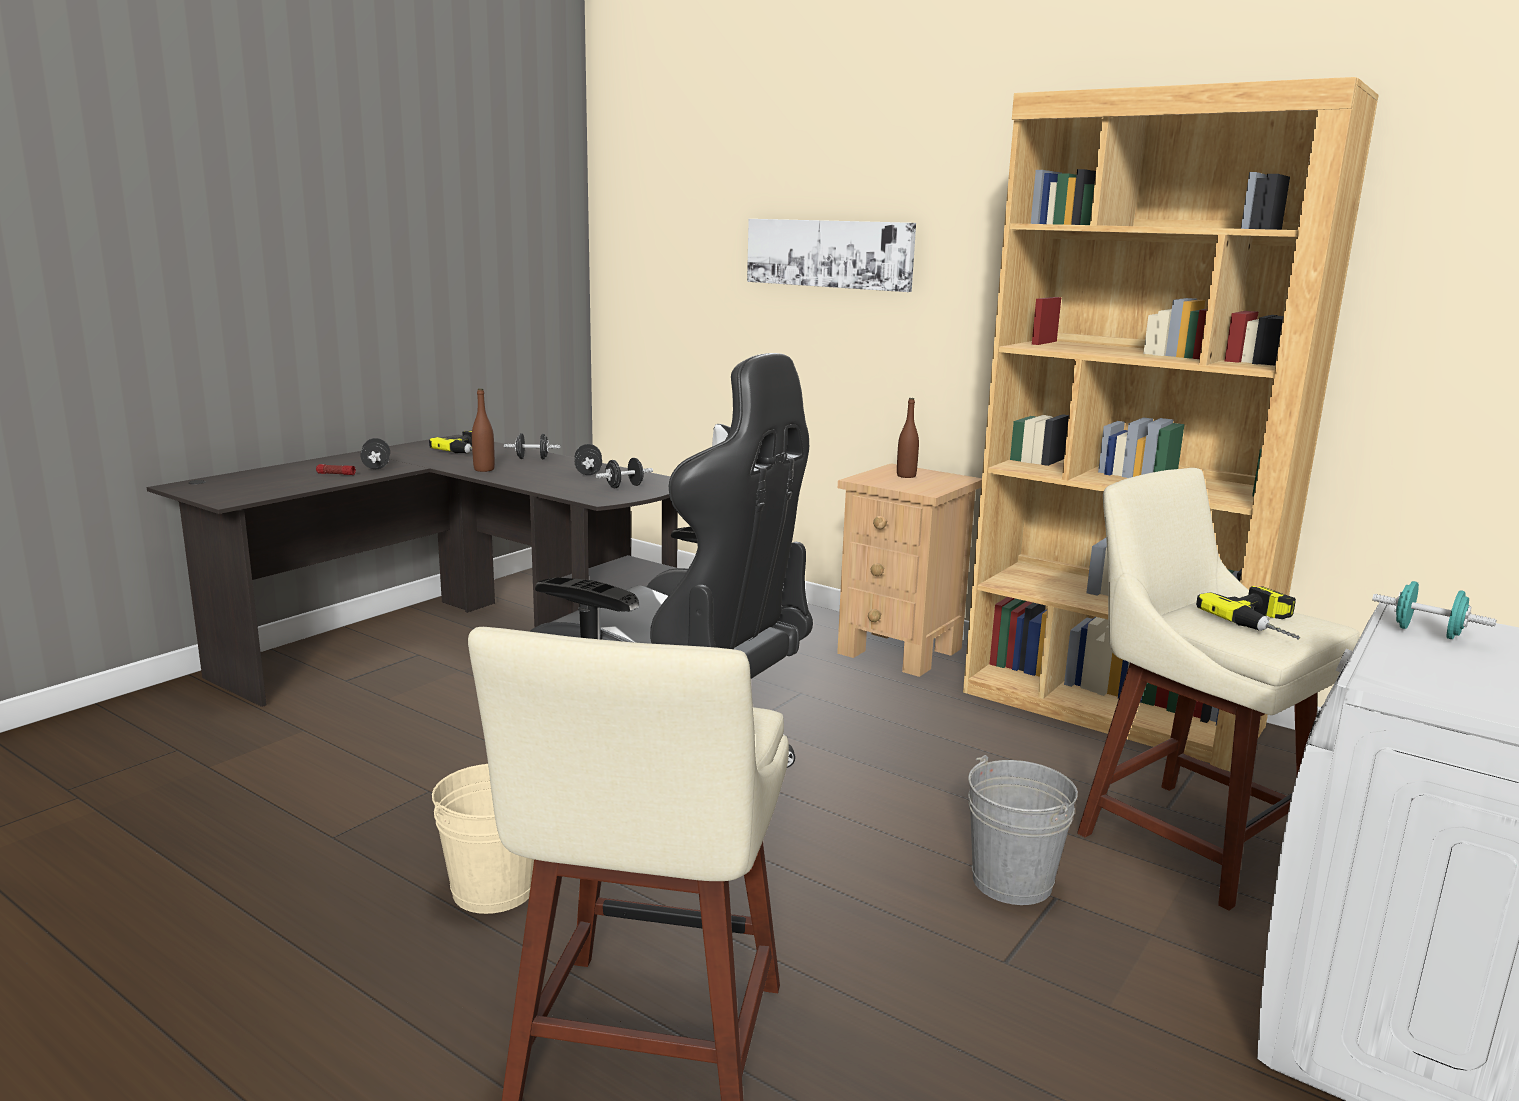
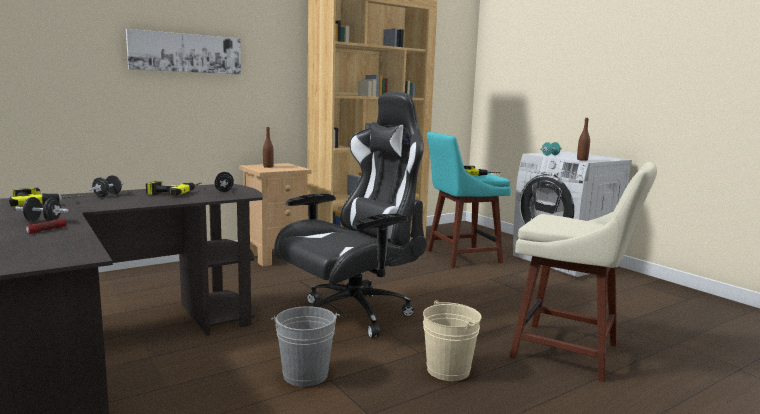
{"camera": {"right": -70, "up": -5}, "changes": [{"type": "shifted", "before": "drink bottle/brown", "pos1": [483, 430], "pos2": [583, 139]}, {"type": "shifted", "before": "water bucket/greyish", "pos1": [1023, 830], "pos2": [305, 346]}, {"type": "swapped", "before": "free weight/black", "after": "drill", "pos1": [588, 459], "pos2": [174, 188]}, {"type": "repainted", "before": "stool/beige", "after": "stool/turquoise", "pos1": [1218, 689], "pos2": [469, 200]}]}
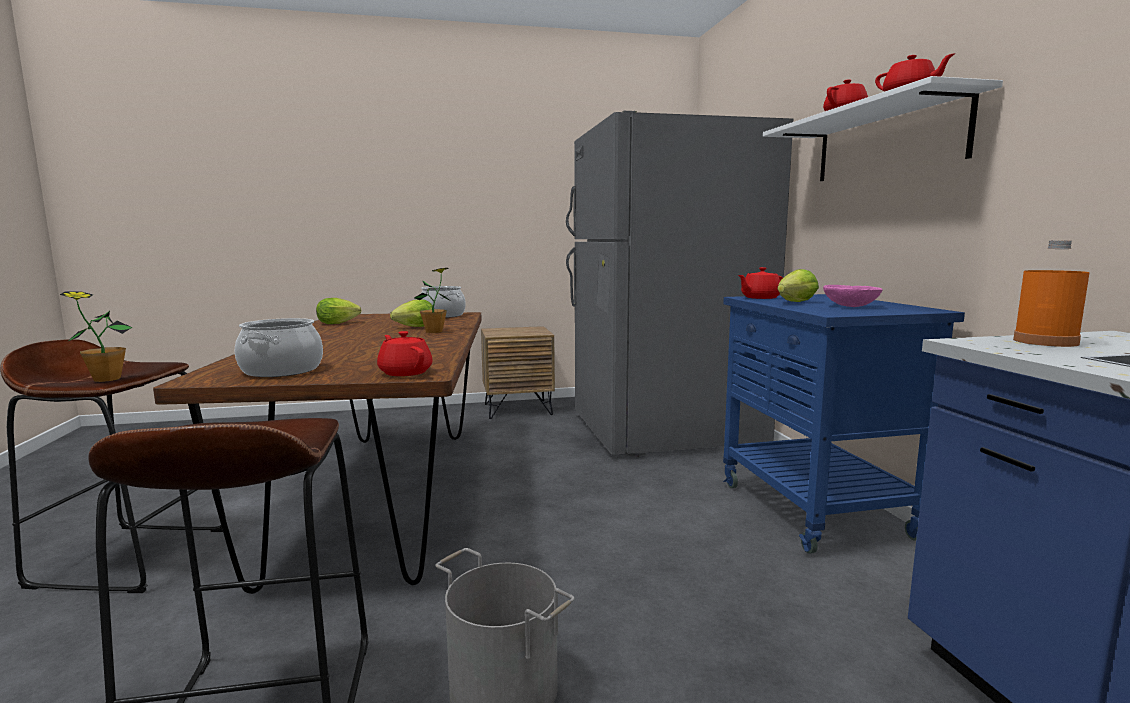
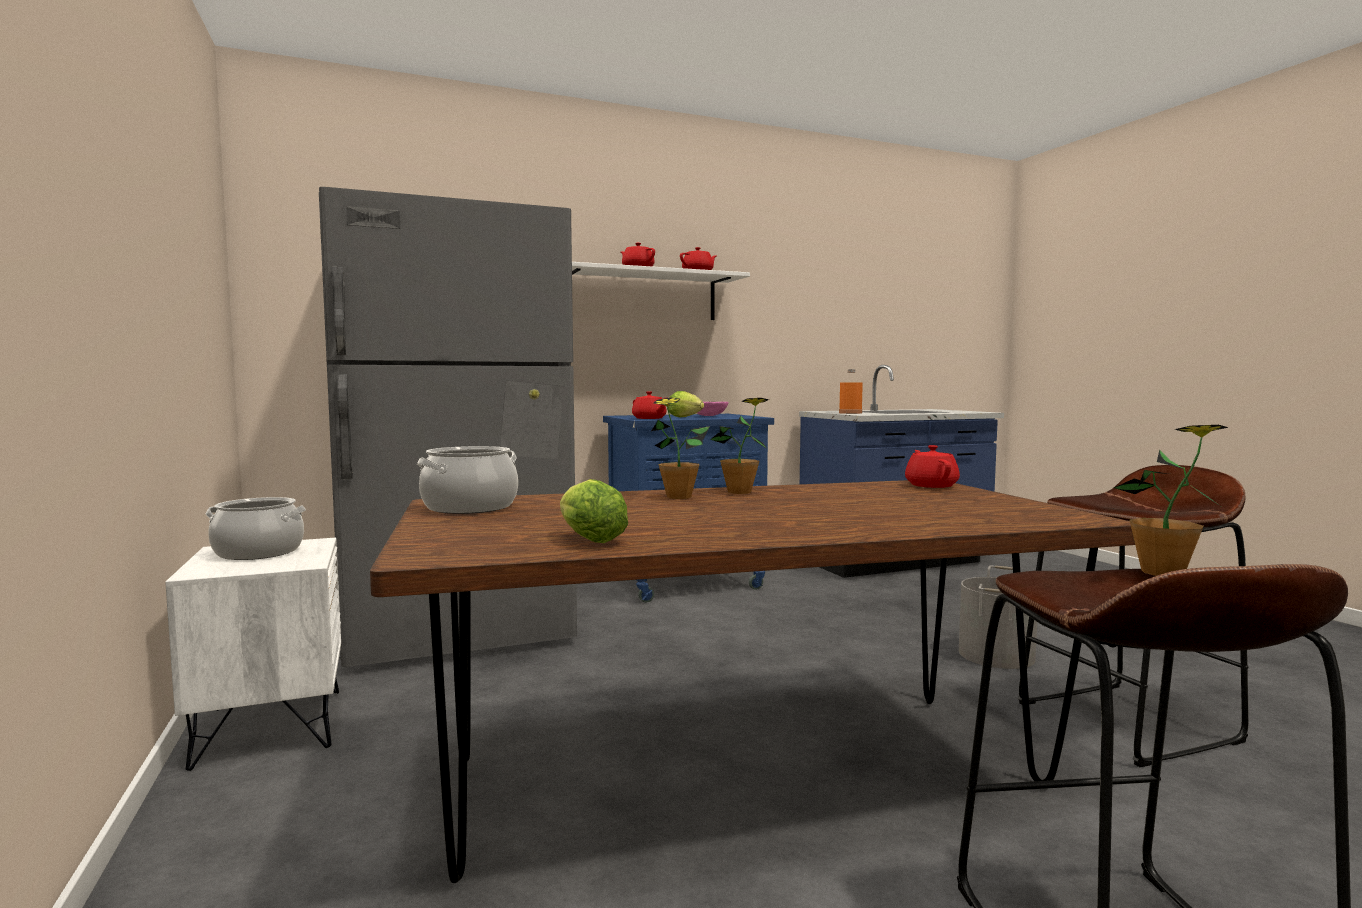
{"camera": {"right": -100, "up": -5}, "changes": [{"type": "gone", "before": "head of lettuce", "pos1": [411, 313]}, {"type": "new", "after": "potted plant", "pos2": [739, 446]}, {"type": "shifted", "before": "saucepot", "pos1": [279, 347], "pos2": [255, 528]}, {"type": "repainted", "before": "bedside table/brown", "after": "bedside table/white", "pos1": [518, 372], "pos2": [253, 654]}, {"type": "rotated", "before": "teapot/red-coloured", "pos1": [405, 353], "pos2": [932, 466], "turn": 135}]}
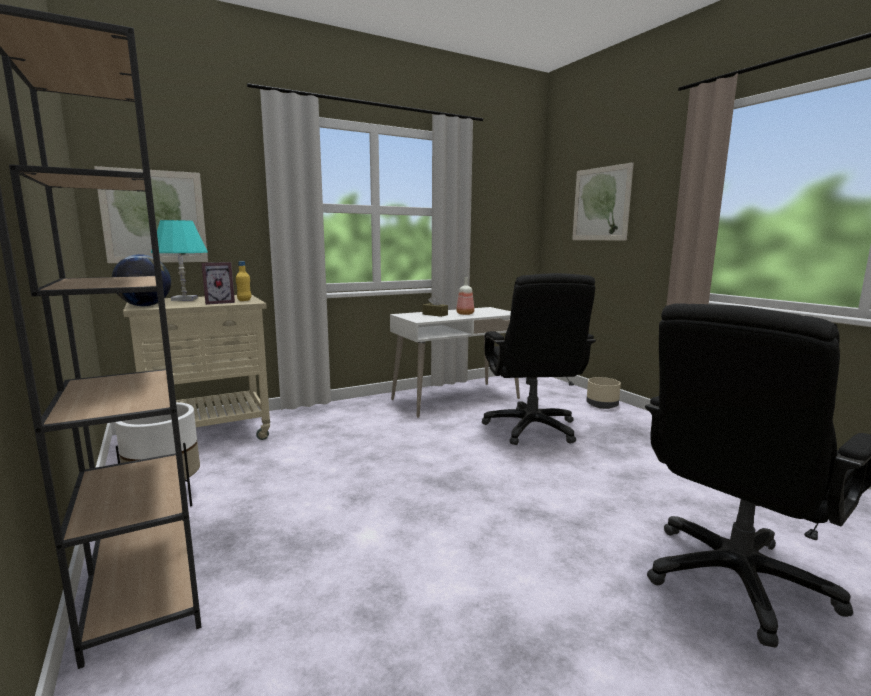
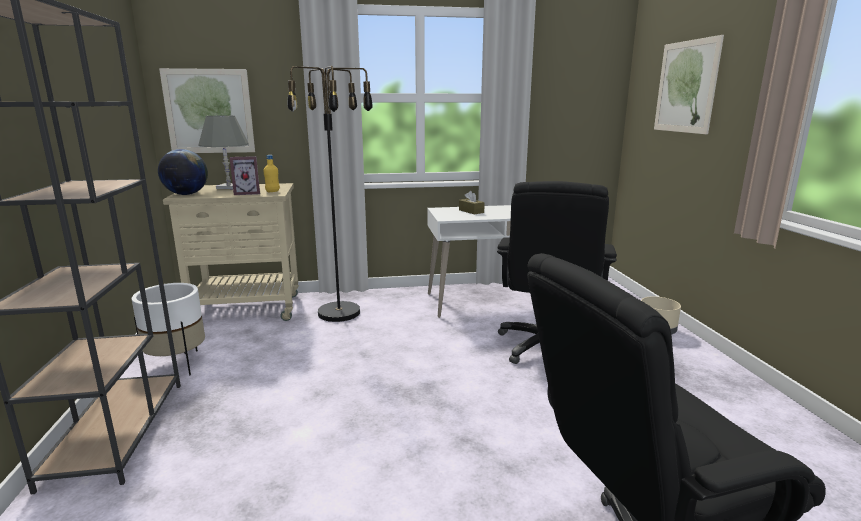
{"camera": {"right": 20, "up": 5}, "changes": [{"type": "gone", "before": "drink bottle", "pos1": [465, 296]}, {"type": "new", "after": "standing lamp", "pos2": [330, 194]}, {"type": "repainted", "before": "tabletop lamp/turquoise", "after": "tabletop lamp/greyish", "pos1": [179, 260], "pos2": [223, 152]}]}
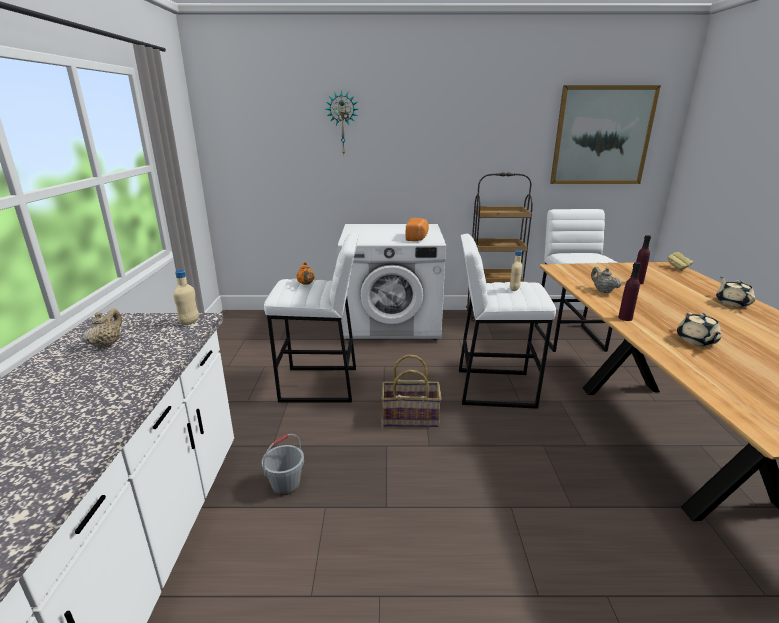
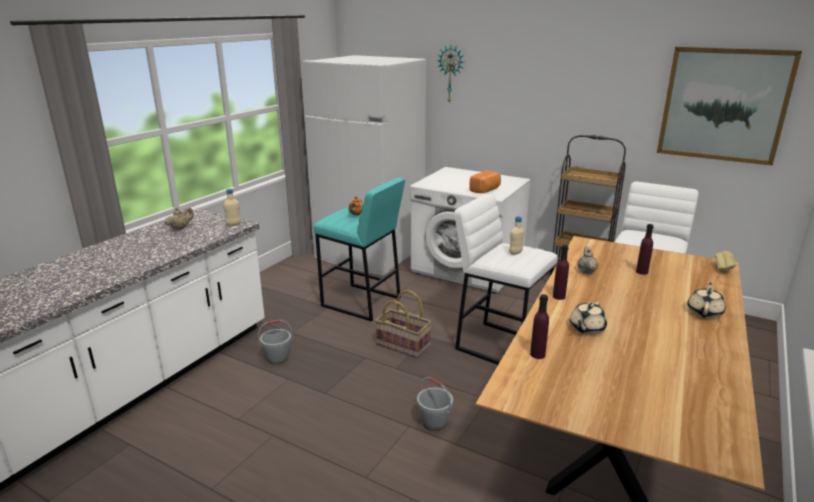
{"camera": {"right": 30, "up": 0}, "changes": [{"type": "new", "after": "kitchen fridge/white", "pos2": [363, 165]}, {"type": "new", "after": "water bucket/greyish", "pos2": [435, 404]}, {"type": "new", "after": "drink bottle/purple", "pos2": [539, 326]}, {"type": "repainted", "before": "stool/white", "after": "stool/turquoise", "pos1": [311, 318], "pos2": [359, 250]}]}
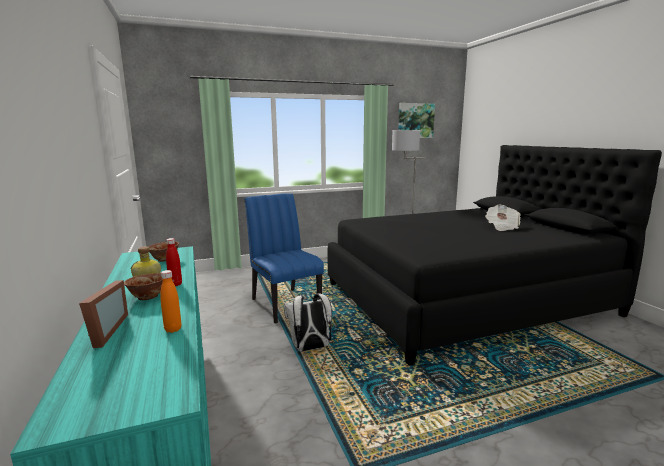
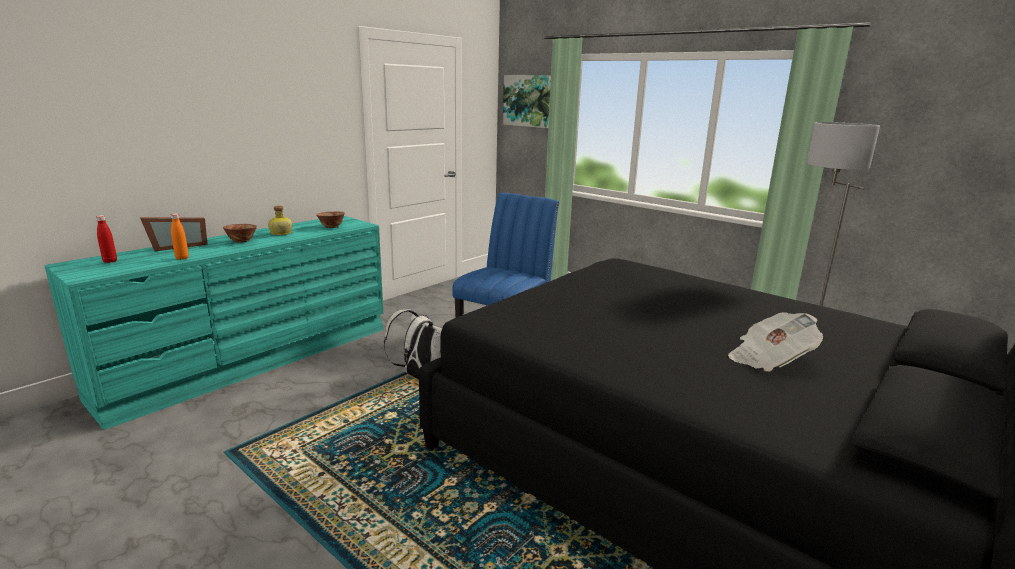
{"camera": {"right": 60, "up": 5}, "changes": [{"type": "shifted", "before": "drink bottle/red-coloured", "pos1": [174, 262], "pos2": [106, 239]}, {"type": "shifted", "before": "wall art", "pos1": [416, 120], "pos2": [527, 101]}]}
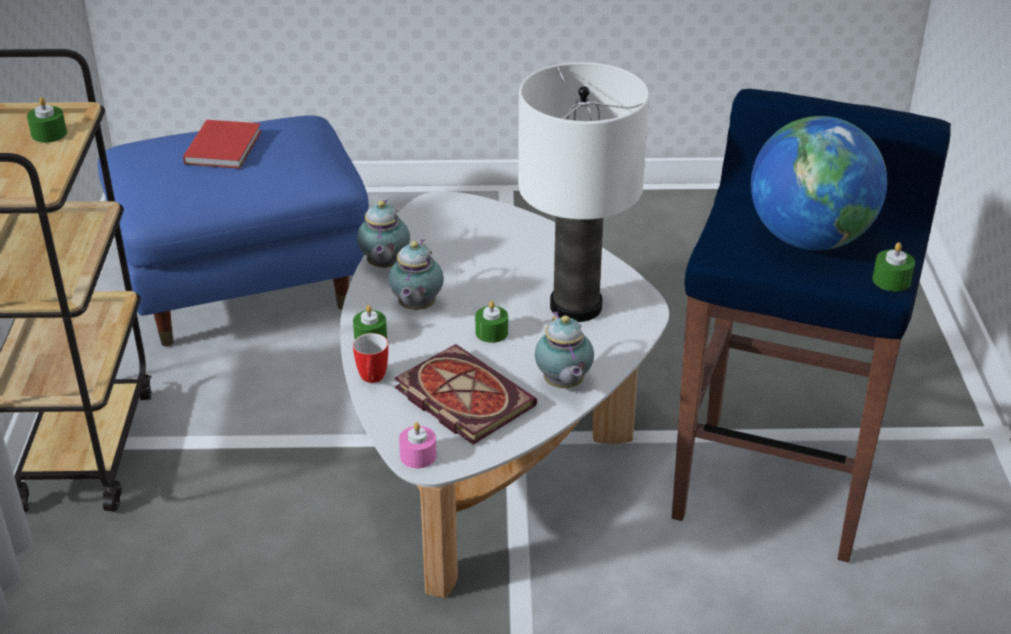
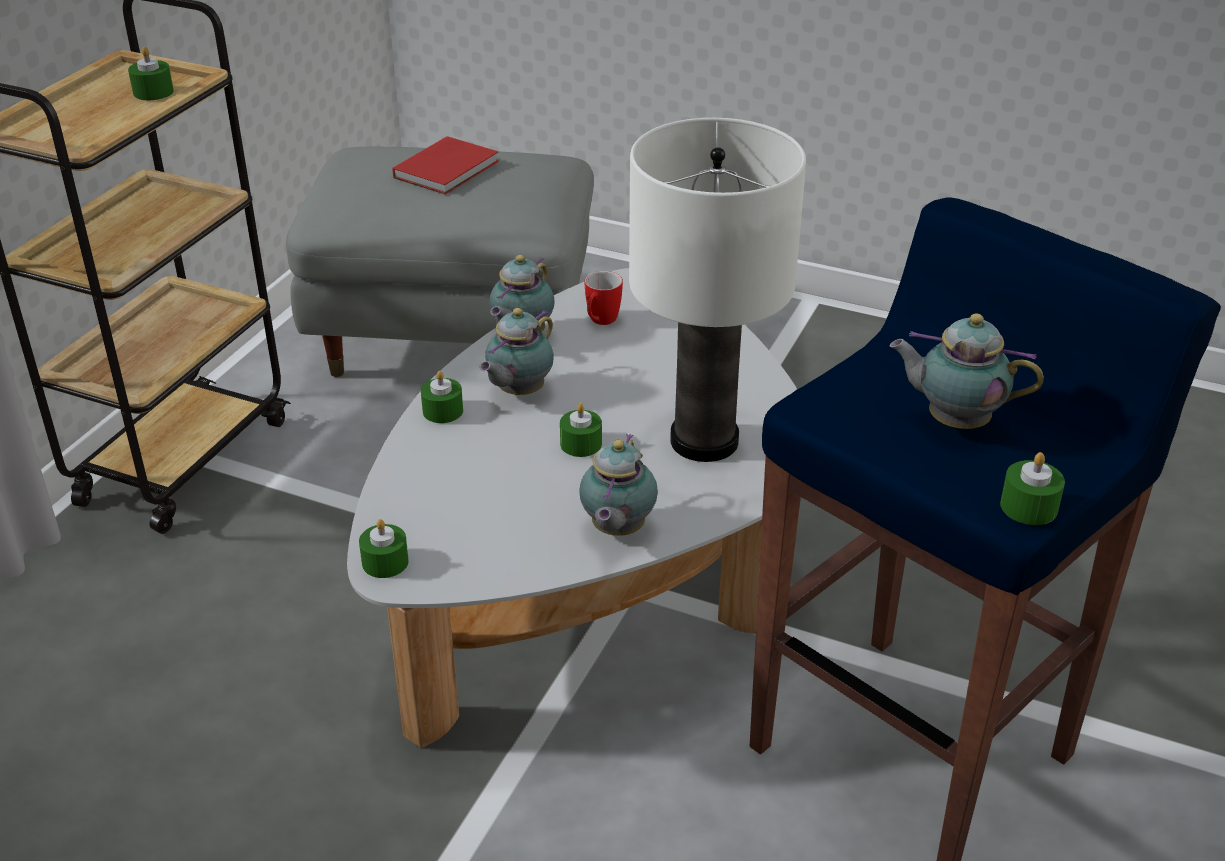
{"camera": {"right": 25, "up": 0}, "changes": [{"type": "gone", "before": "bound book", "pos1": [465, 394]}, {"type": "shifted", "before": "mug", "pos1": [370, 358], "pos2": [603, 298]}, {"type": "swapped", "before": "world globe", "after": "teapot", "pos1": [819, 183], "pos2": [967, 371]}, {"type": "repainted", "before": "pouffe/bluish", "after": "pouffe/greyish", "pos1": [233, 230], "pos2": [440, 262]}, {"type": "repainted", "before": "wax light/pink", "after": "wax light/green", "pos1": [418, 445], "pos2": [384, 548]}]}
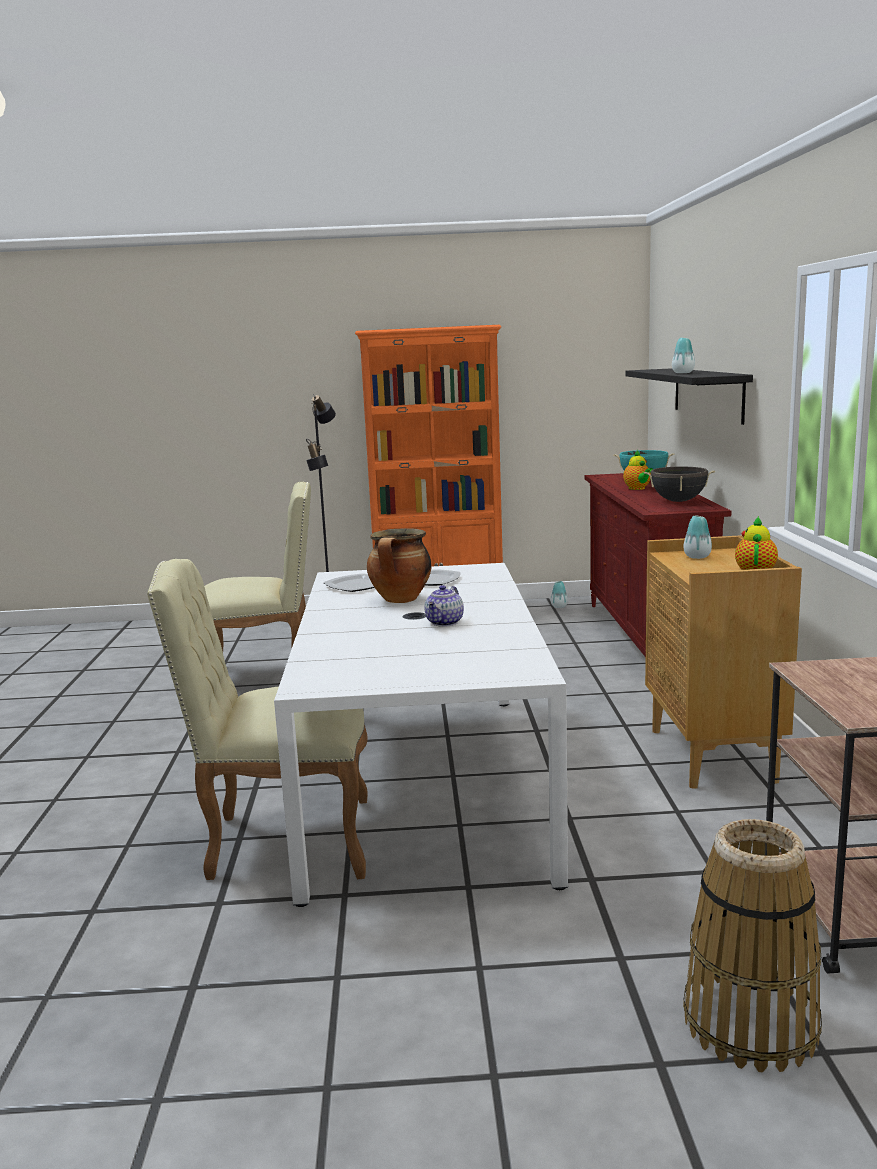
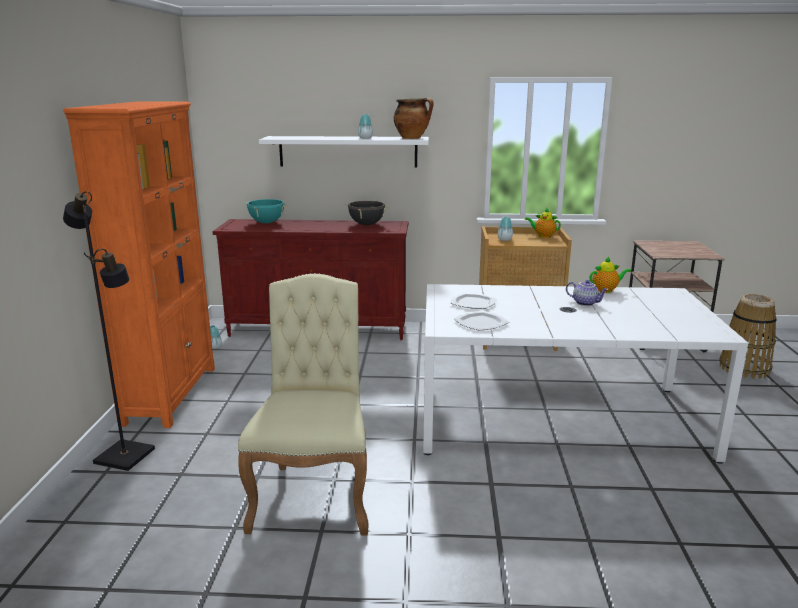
{"camera": {"right": -85, "up": 5}, "changes": [{"type": "gone", "before": "plain chair/beige", "pos1": [257, 719]}, {"type": "shifted", "before": "saucepot", "pos1": [399, 565], "pos2": [414, 118]}, {"type": "shifted", "before": "teapot", "pos1": [638, 470], "pos2": [610, 275]}, {"type": "repainted", "before": "shelf/black", "after": "shelf/white", "pos1": [689, 396], "pos2": [344, 151]}]}
